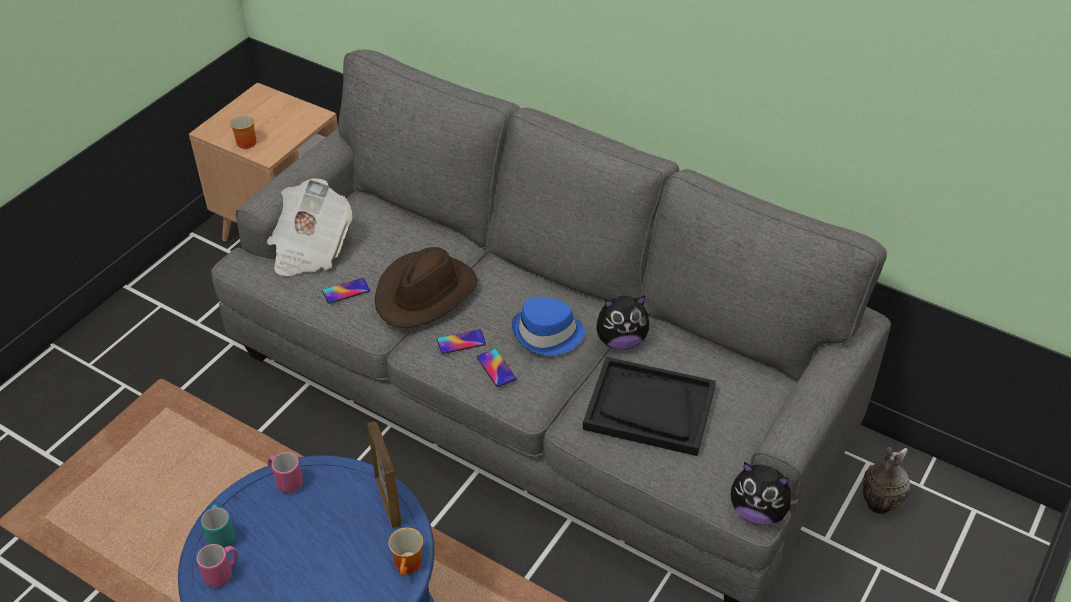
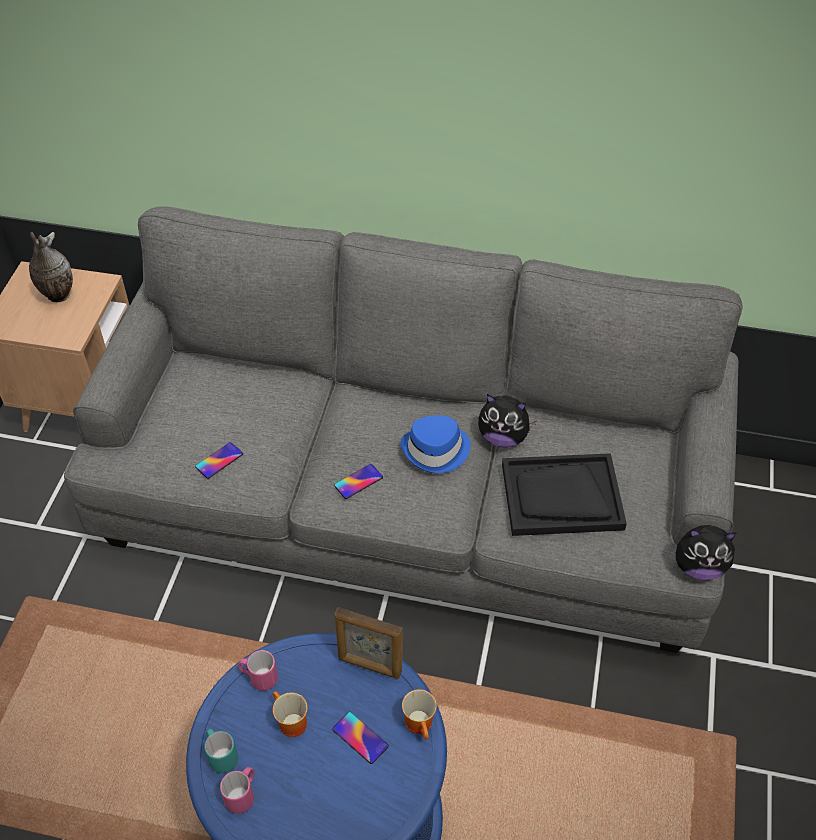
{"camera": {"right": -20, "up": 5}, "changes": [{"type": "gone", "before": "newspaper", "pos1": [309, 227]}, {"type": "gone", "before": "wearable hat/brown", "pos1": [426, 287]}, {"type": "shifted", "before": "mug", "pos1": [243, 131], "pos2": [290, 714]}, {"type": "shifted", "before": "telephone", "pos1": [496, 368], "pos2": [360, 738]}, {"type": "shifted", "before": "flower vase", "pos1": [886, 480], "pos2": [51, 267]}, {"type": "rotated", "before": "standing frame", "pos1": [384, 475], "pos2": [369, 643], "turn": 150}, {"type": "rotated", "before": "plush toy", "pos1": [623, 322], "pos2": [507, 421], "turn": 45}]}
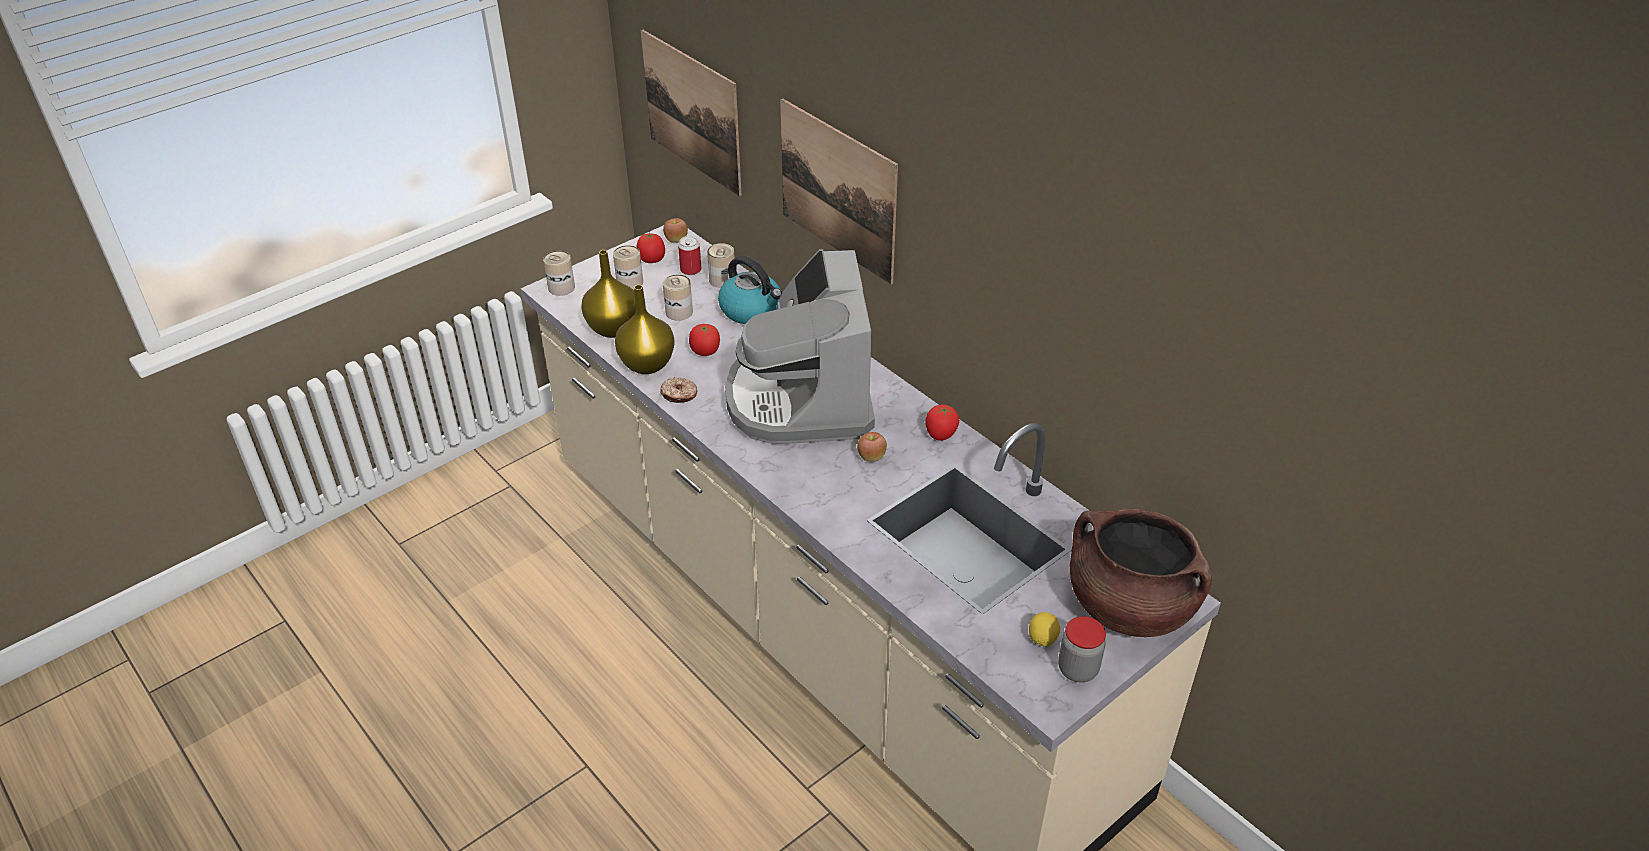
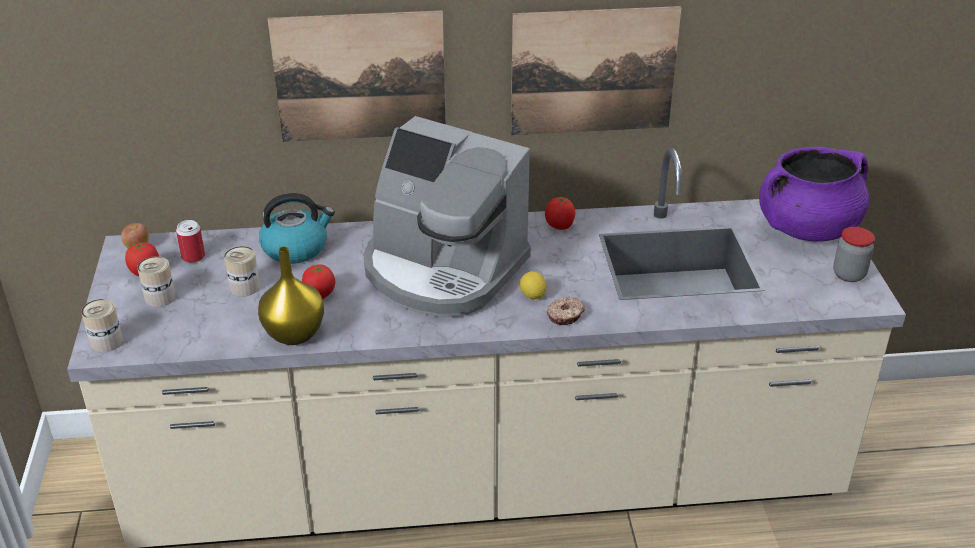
{"camera": {"right": -55, "up": -5}, "changes": [{"type": "gone", "before": "flower vase/yellowish", "pos1": [609, 294]}, {"type": "gone", "before": "metal can", "pos1": [721, 265]}, {"type": "gone", "before": "whole apple", "pos1": [872, 447]}, {"type": "shifted", "before": "wall art", "pos1": [691, 113], "pos2": [596, 70]}, {"type": "shifted", "before": "ring doughnut", "pos1": [679, 390], "pos2": [566, 311]}, {"type": "shifted", "before": "lemon", "pos1": [1044, 629], "pos2": [533, 285]}, {"type": "repainted", "before": "saucepot/brown", "after": "saucepot/purple", "pos1": [1141, 573], "pos2": [814, 194]}]}
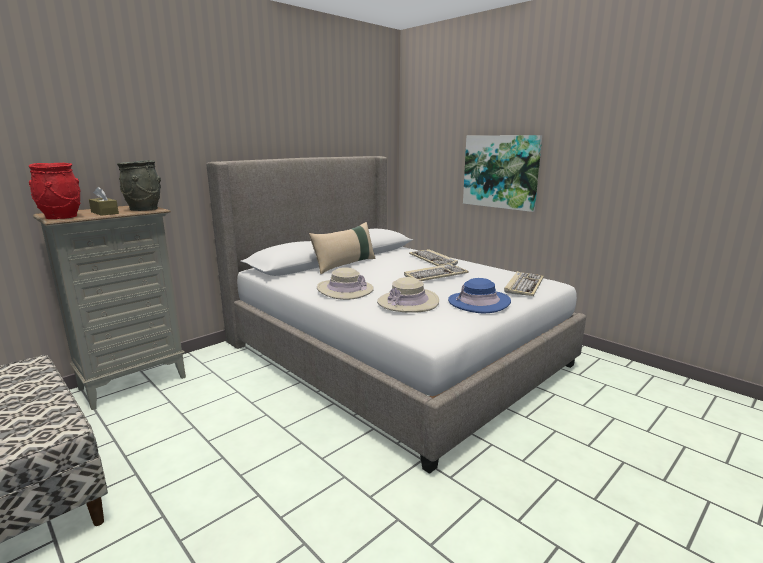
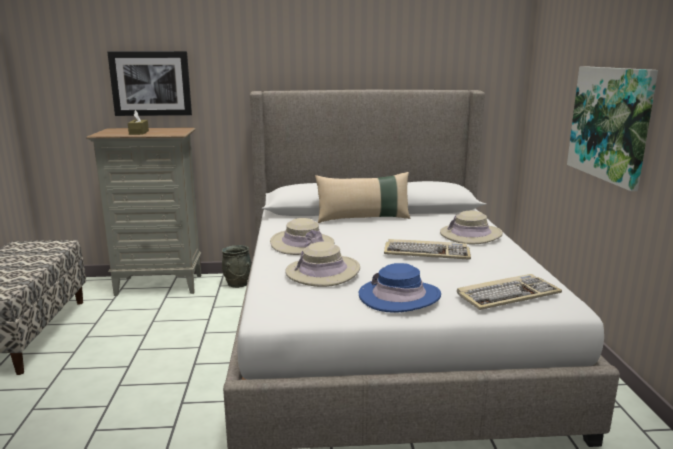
{"camera": {"right": 40, "up": 0}, "changes": [{"type": "gone", "before": "flower vase/red-coloured", "pos1": [55, 191]}, {"type": "new", "after": "wall art", "pos2": [149, 83]}, {"type": "shifted", "before": "flower vase/greyish", "pos1": [139, 185], "pos2": [236, 266]}, {"type": "swapped", "before": "PC keyboard", "after": "wearable hat/beige", "pos1": [433, 257], "pos2": [471, 227]}]}
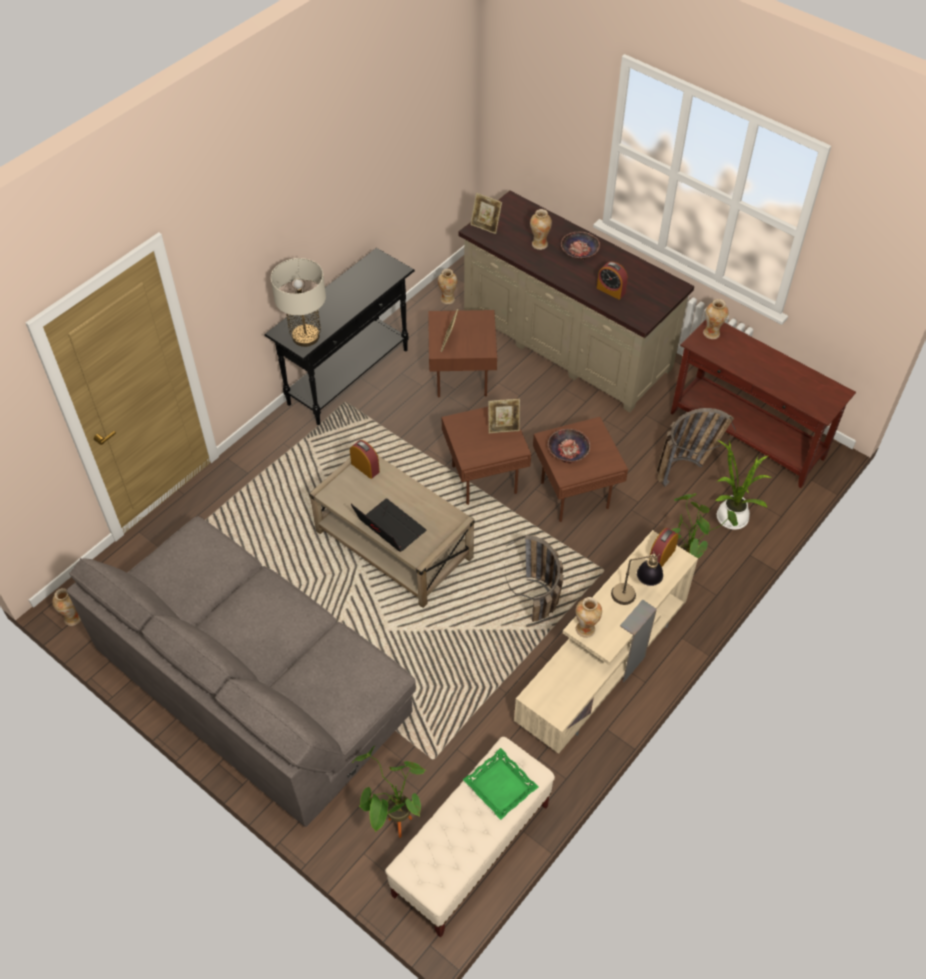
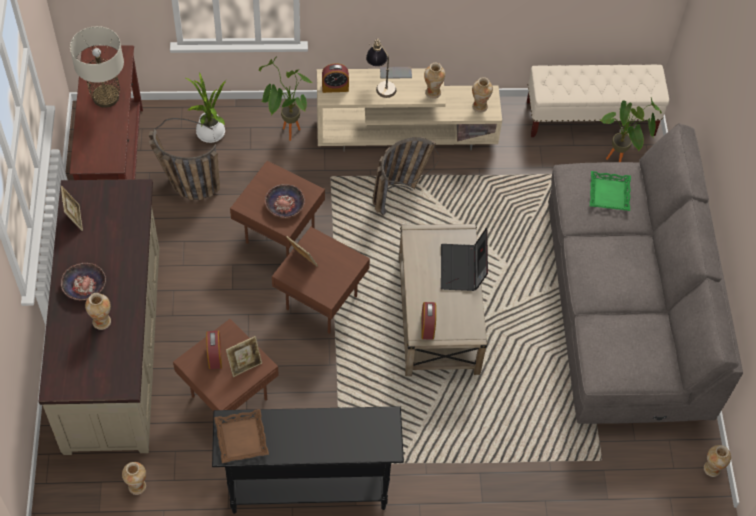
{"camera": {"right": -135, "up": 5}, "changes": [{"type": "new", "after": "tray/brown", "pos2": [241, 436]}, {"type": "shifted", "before": "tabletop lamp", "pos1": [298, 302], "pos2": [97, 67]}, {"type": "shifted", "before": "tray/green", "pos1": [501, 784], "pos2": [610, 191]}, {"type": "shifted", "before": "standing frame", "pos1": [486, 213], "pos2": [72, 208]}, {"type": "shifted", "before": "bedside clock", "pos1": [612, 281], "pos2": [214, 350]}, {"type": "shifted", "before": "flower vase", "pos1": [715, 319], "pos2": [482, 95]}]}
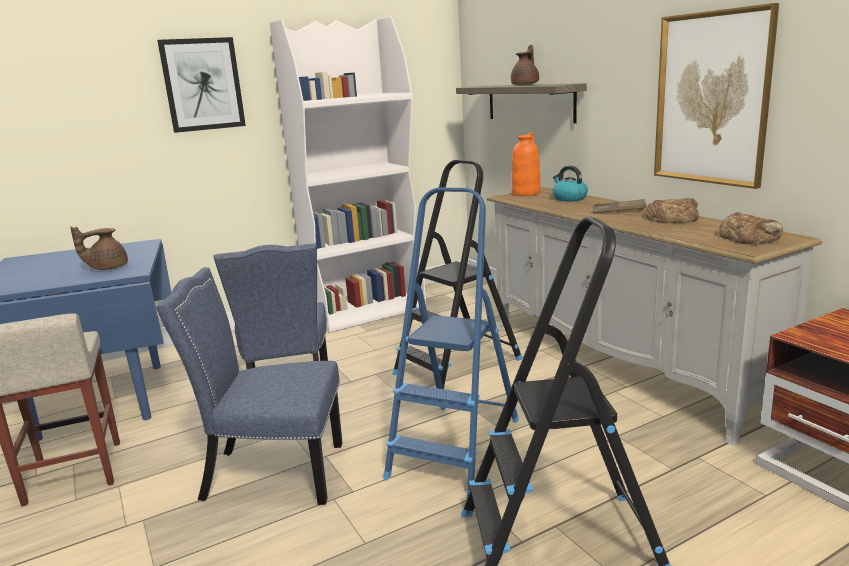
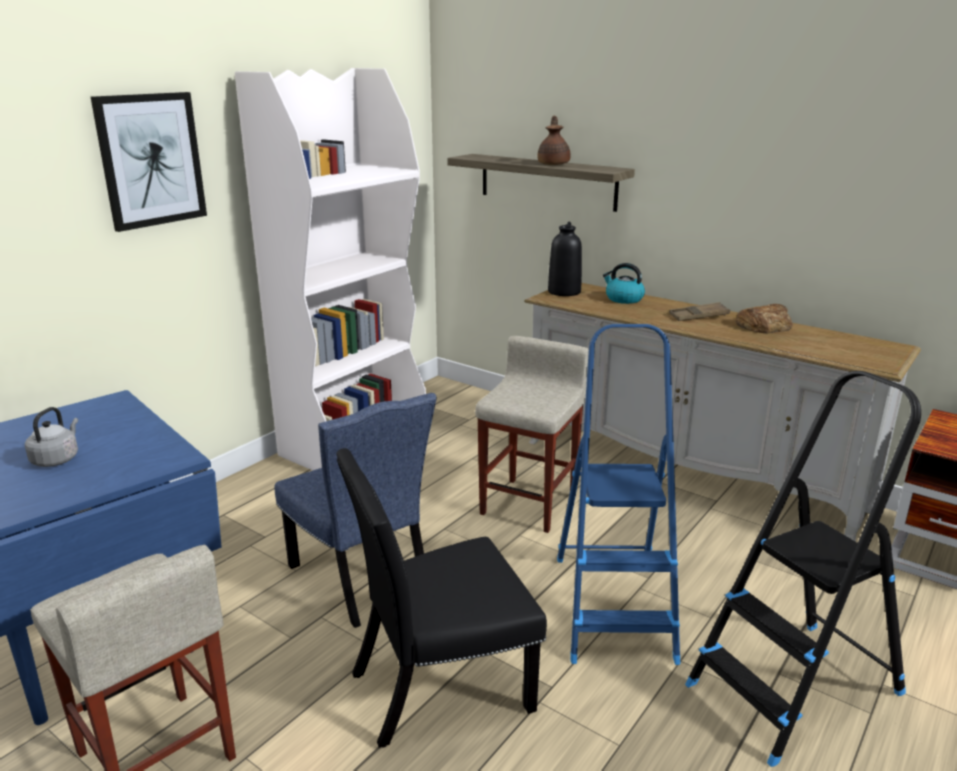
{"camera": {"right": -25, "up": 5}, "changes": [{"type": "gone", "before": "teapot/brown", "pos1": [99, 248]}, {"type": "gone", "before": "wall art", "pos1": [716, 96]}, {"type": "gone", "before": "bakery bread", "pos1": [751, 228]}, {"type": "new", "after": "water kettle/greyish", "pos2": [51, 437]}, {"type": "swapped", "before": "step stool/black", "after": "stool/beige", "pos1": [458, 274], "pos2": [532, 434]}, {"type": "repainted", "before": "plain chair/bluish", "after": "plain chair/black", "pos1": [249, 386], "pos2": [442, 598]}, {"type": "repainted", "before": "flower vase/orange", "after": "flower vase/black", "pos1": [526, 164], "pos2": [565, 258]}]}
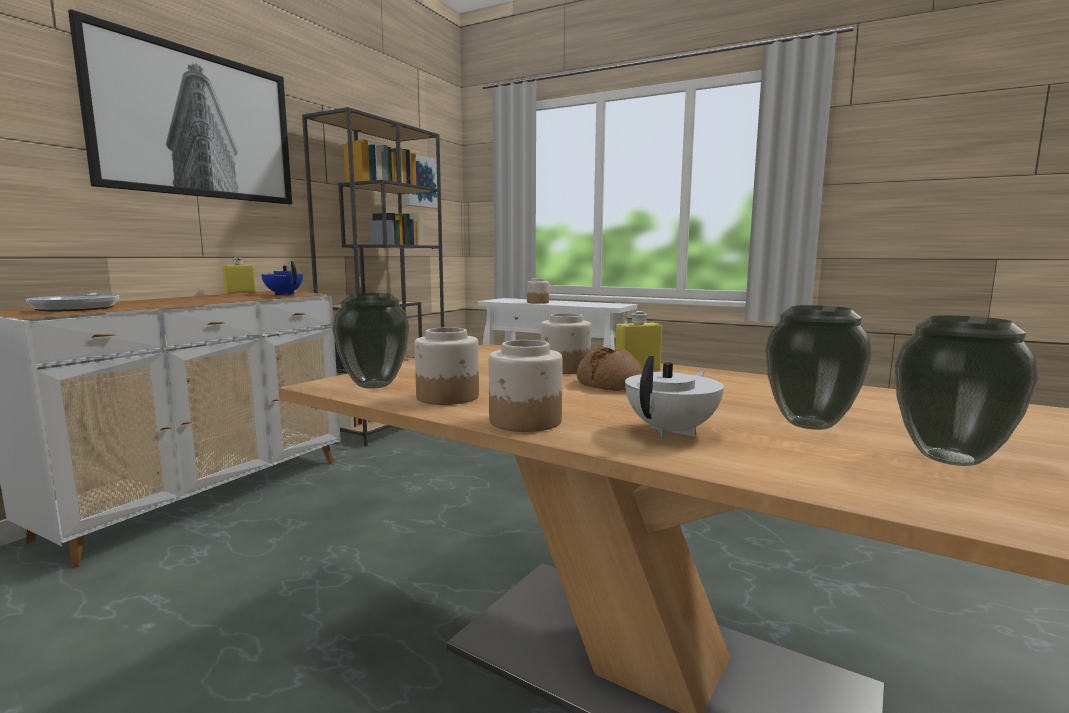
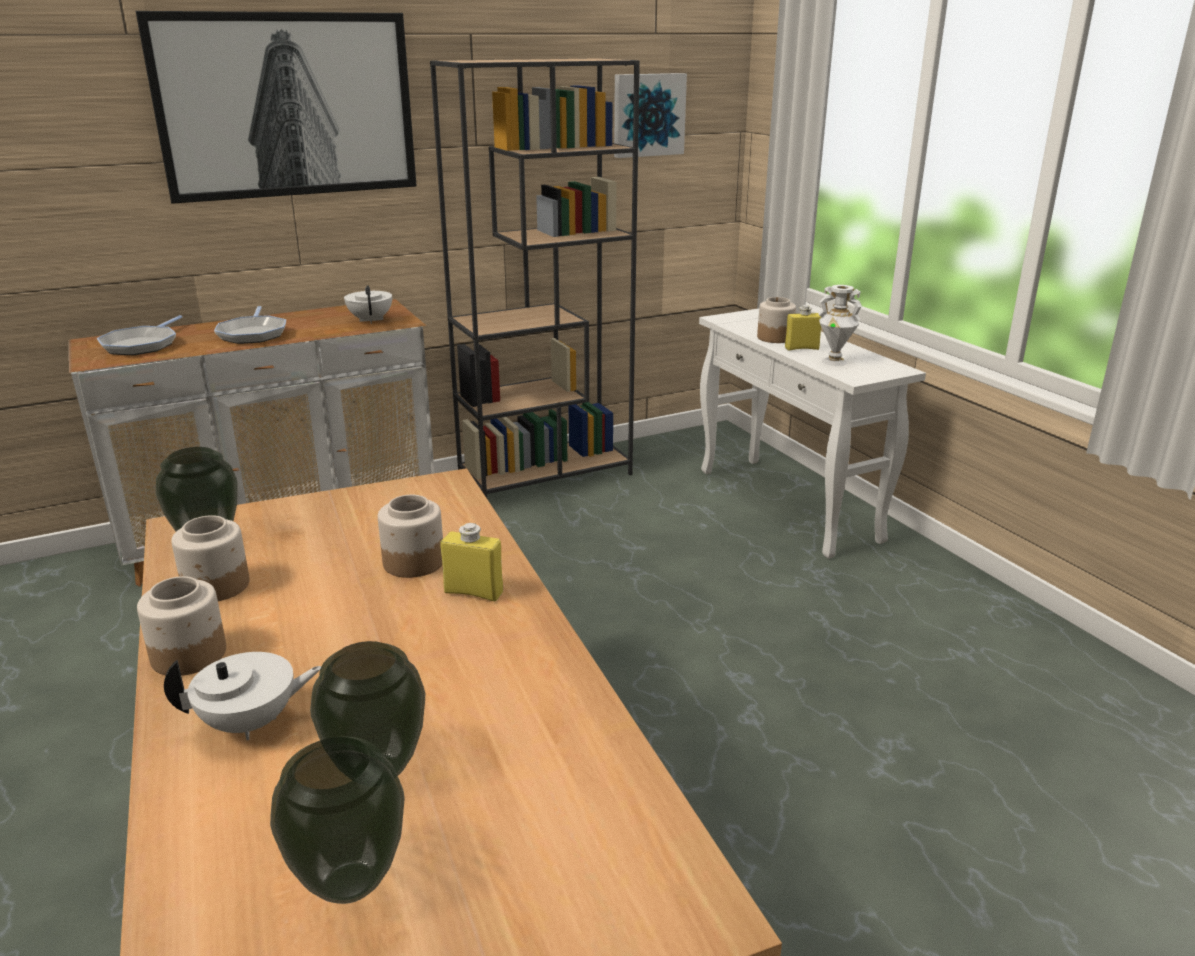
{"camera": {"right": 35, "up": 15}, "changes": [{"type": "gone", "before": "bakery bread", "pos1": [610, 369]}, {"type": "new", "after": "skillet", "pos2": [250, 325]}, {"type": "new", "after": "flower vase/white", "pos2": [840, 325]}, {"type": "shifted", "before": "drink bottle/yellowish", "pos1": [239, 275], "pos2": [803, 327]}, {"type": "repainted", "before": "teapot/bluish", "after": "teapot/white", "pos1": [282, 278], "pos2": [368, 304]}]}
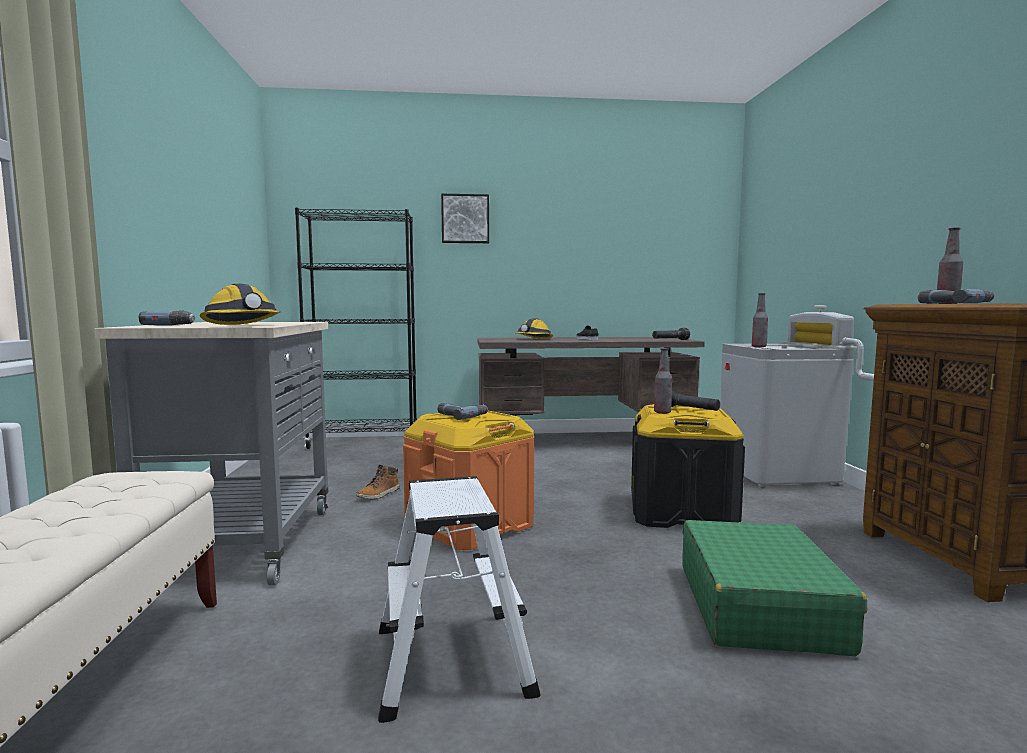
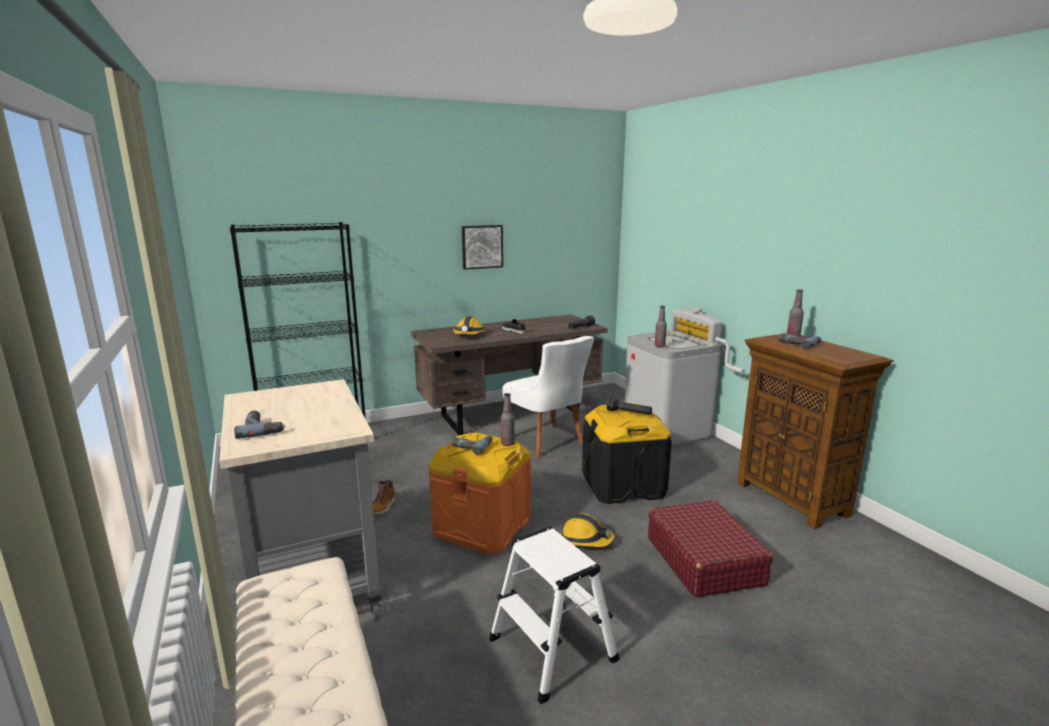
{"camera": {"right": -20, "up": 10}, "changes": [{"type": "new", "after": "plain chair/white", "pos2": [548, 397]}, {"type": "shifted", "before": "work helmet", "pos1": [240, 304], "pos2": [588, 530]}, {"type": "shifted", "before": "wall art", "pos1": [465, 218], "pos2": [482, 247]}, {"type": "shifted", "before": "drink bottle", "pos1": [663, 381], "pos2": [508, 419]}, {"type": "repainted", "before": "piece of luggage/green", "after": "piece of luggage/red-coloured", "pos1": [774, 588], "pos2": [710, 548]}]}
